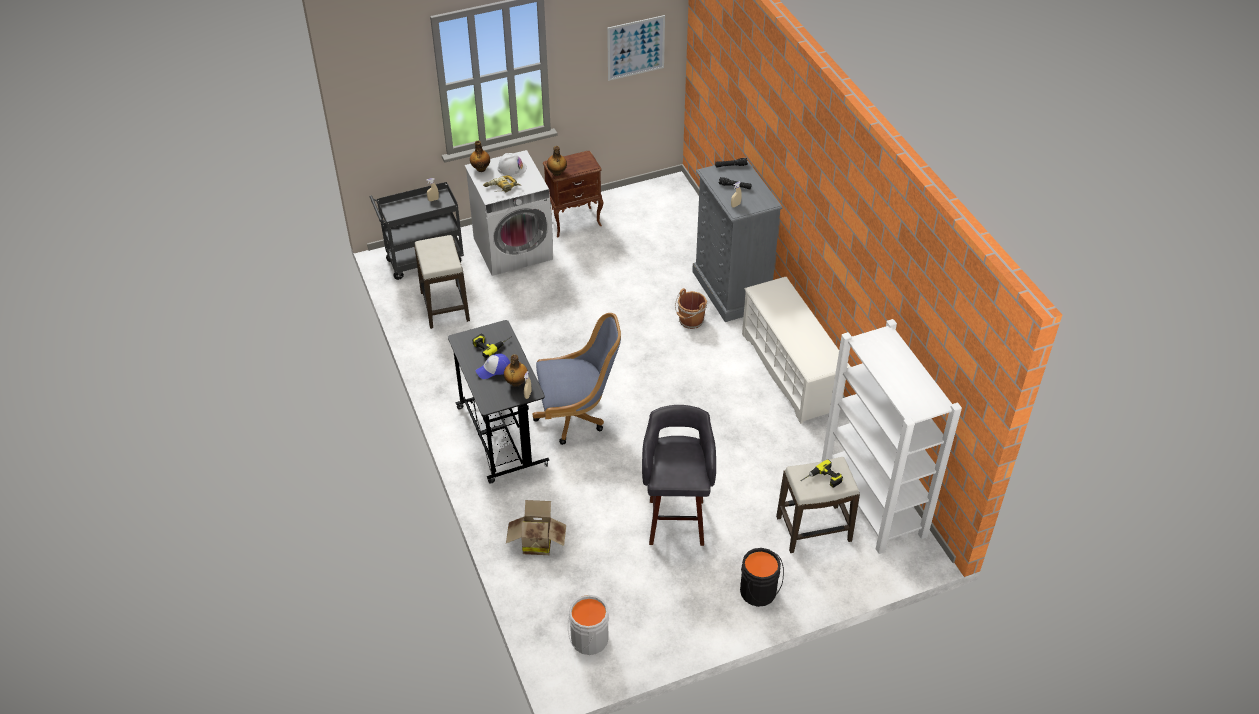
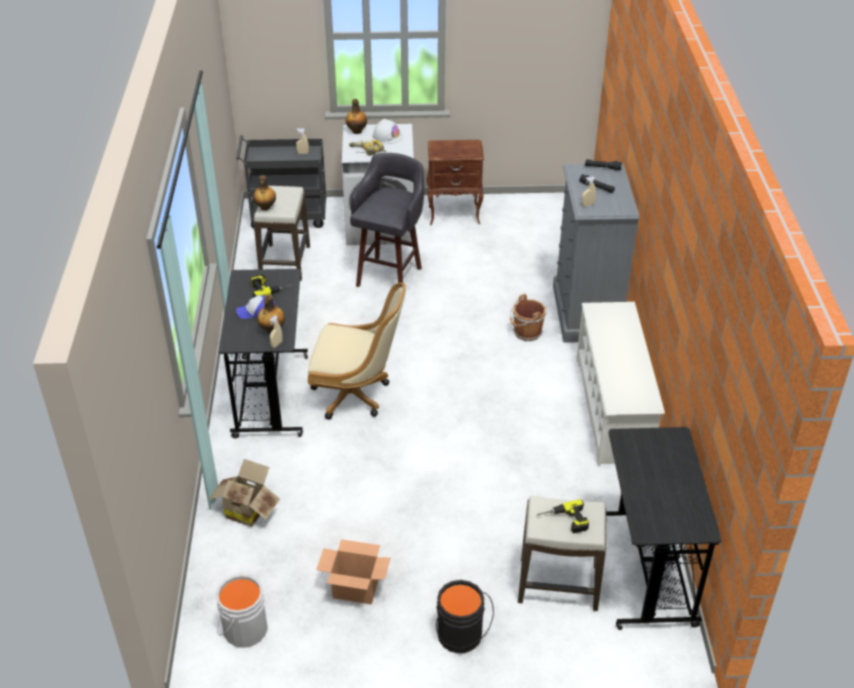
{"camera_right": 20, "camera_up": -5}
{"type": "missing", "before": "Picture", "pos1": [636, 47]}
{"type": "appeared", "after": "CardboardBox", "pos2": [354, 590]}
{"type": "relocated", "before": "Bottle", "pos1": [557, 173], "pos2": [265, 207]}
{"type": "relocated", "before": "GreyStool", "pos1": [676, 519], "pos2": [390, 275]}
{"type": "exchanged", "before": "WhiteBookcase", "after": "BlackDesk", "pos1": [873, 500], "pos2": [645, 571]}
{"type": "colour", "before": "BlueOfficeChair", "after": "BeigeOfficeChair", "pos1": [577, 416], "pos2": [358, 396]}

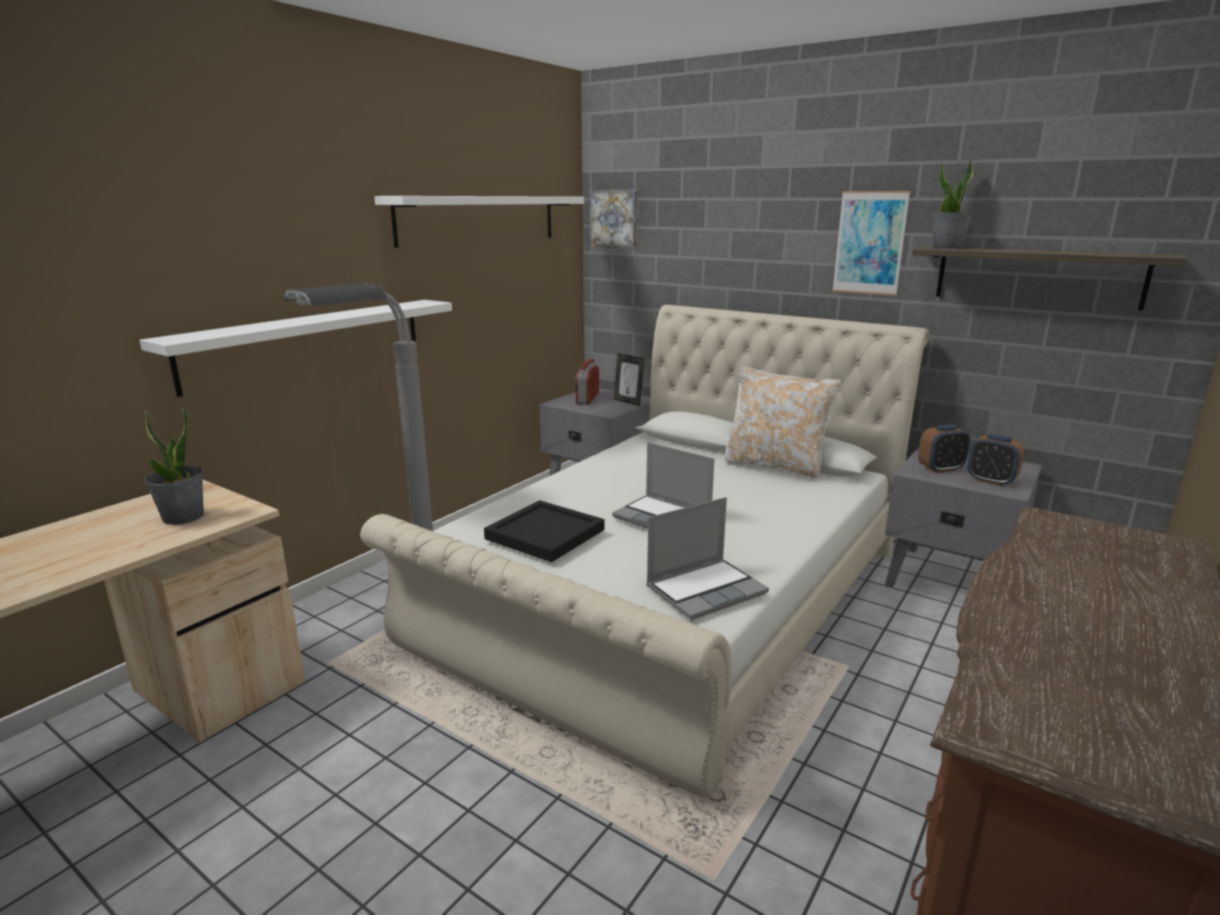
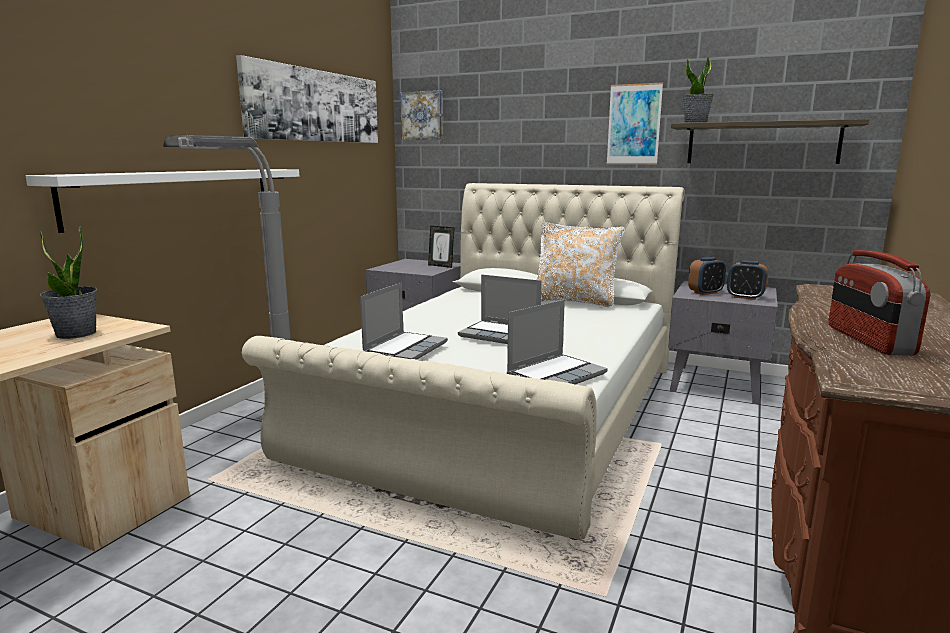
{"camera_right": -10, "camera_up": -5}
{"type": "relocated", "before": "Radio", "pos1": [587, 399], "pos2": [868, 340]}
{"type": "exchanged", "before": "WhiteShelf", "after": "Picture", "pos1": [480, 219], "pos2": [315, 106]}
{"type": "exchanged", "before": "BlackTray", "after": "Laptop", "pos1": [545, 533], "pos2": [405, 348]}

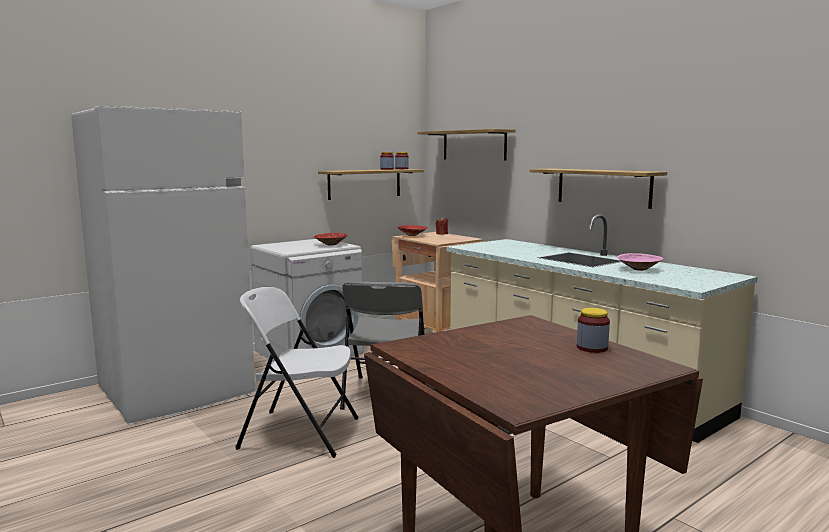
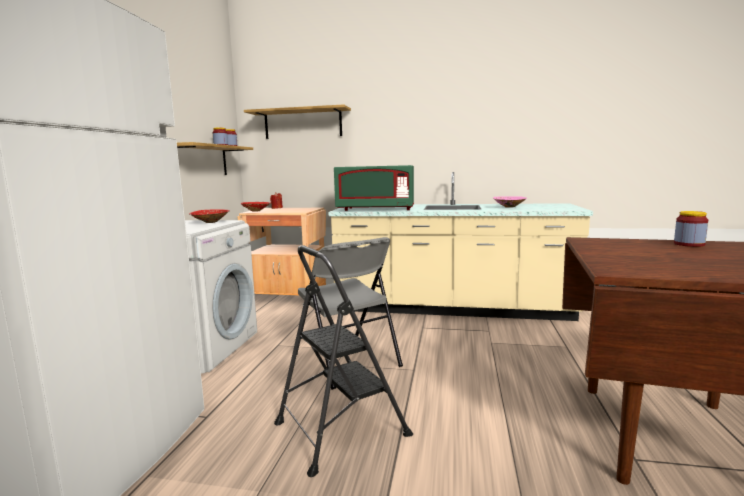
{"camera_right": -40, "camera_up": 0}
{"type": "missing", "before": "Shelf", "pos1": [603, 187]}
{"type": "appeared", "after": "GreenMicrowave", "pos2": [376, 209]}
{"type": "exchanged", "before": "WhiteChair", "after": "BlackStepLadder", "pos1": [300, 433], "pos2": [337, 429]}

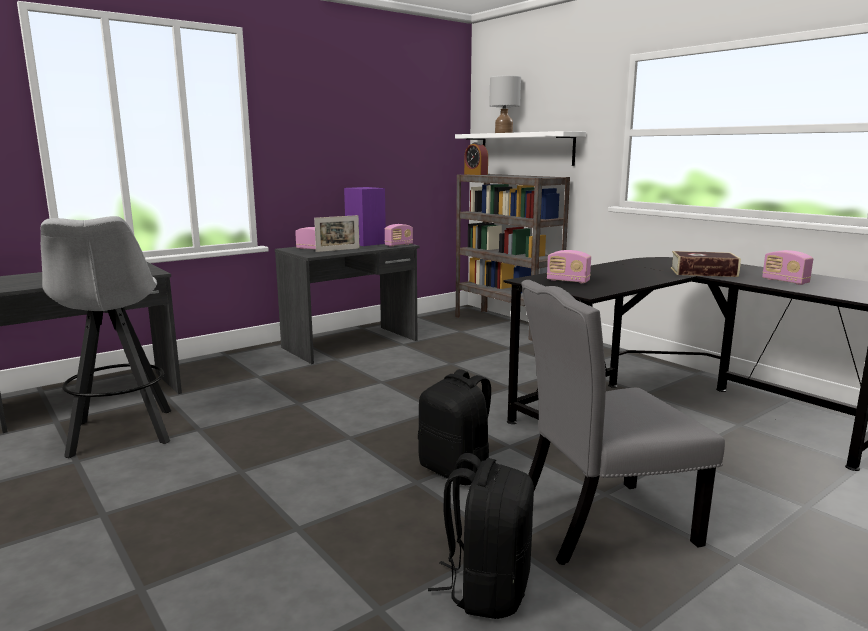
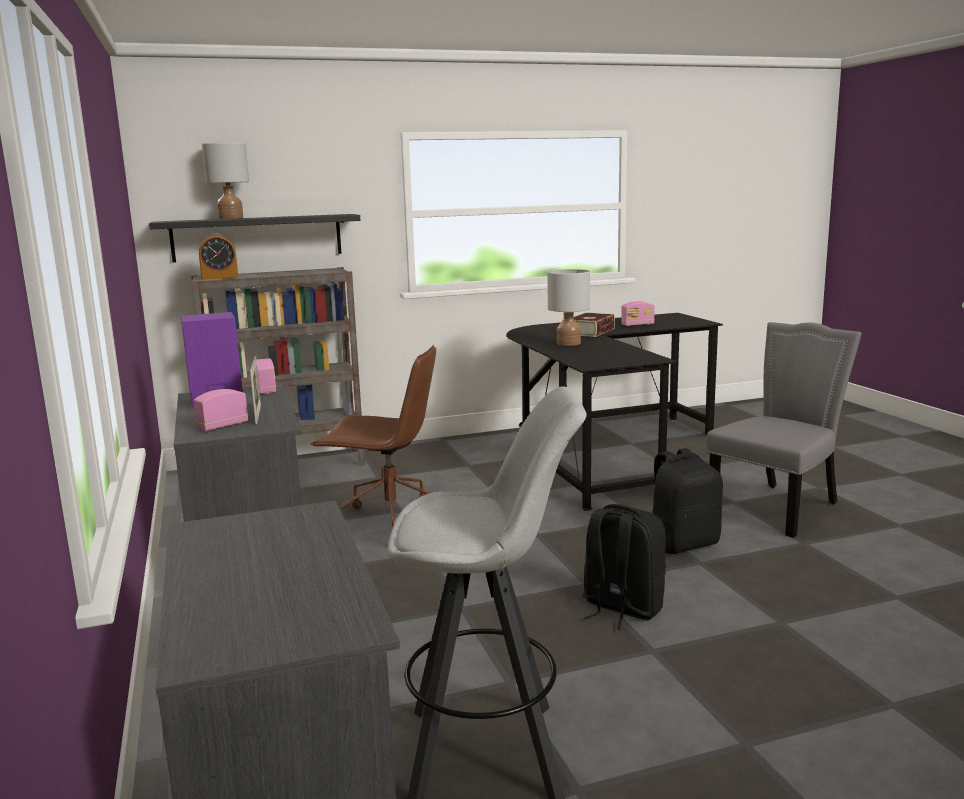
{"camera_right": -70, "camera_up": 0}
{"type": "missing", "before": "Radio", "pos1": [568, 281]}
{"type": "appeared", "after": "BrownOfficeChair", "pos2": [386, 523]}
{"type": "appeared", "after": "GreyTableLamp", "pos2": [569, 343]}
{"type": "relocated", "before": "BlackBackpack", "pos1": [487, 589], "pos2": [621, 608]}
{"type": "colour", "before": "WhiteShelf", "after": "BlackShelf", "pos1": [526, 149], "pos2": [257, 237]}
{"type": "spun", "before": "GreyChair", "pos1": [605, 523], "pos2": [775, 509], "turn": -135}

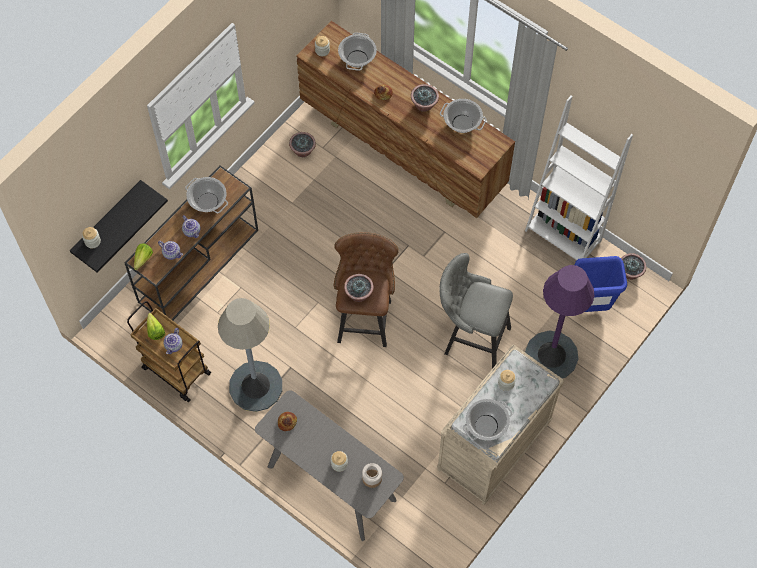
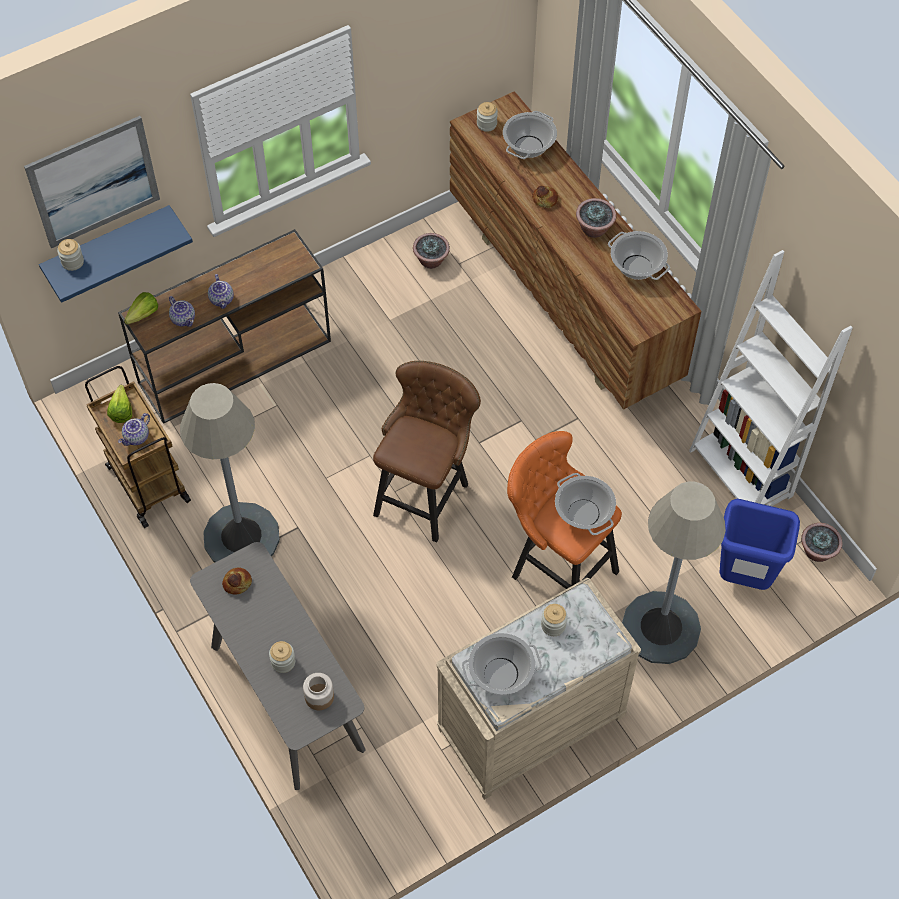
{"camera_right": 20, "camera_up": -5}
{"type": "missing", "before": "PottedPlant", "pos1": [358, 294]}
{"type": "appeared", "after": "Picture", "pos2": [94, 182]}
{"type": "relocated", "before": "CookingPot", "pos1": [208, 202], "pos2": [584, 513]}
{"type": "colour", "before": "BlackShelf", "after": "BlueShelf", "pos1": [107, 221], "pos2": [108, 247]}
{"type": "colour", "before": "GreyStool", "after": "OrangeStool", "pos1": [469, 338], "pos2": [555, 567]}
{"type": "colour", "before": "PurpleFloorLamp", "after": "GreyFloorLamp", "pos1": [551, 356], "pos2": [660, 628]}

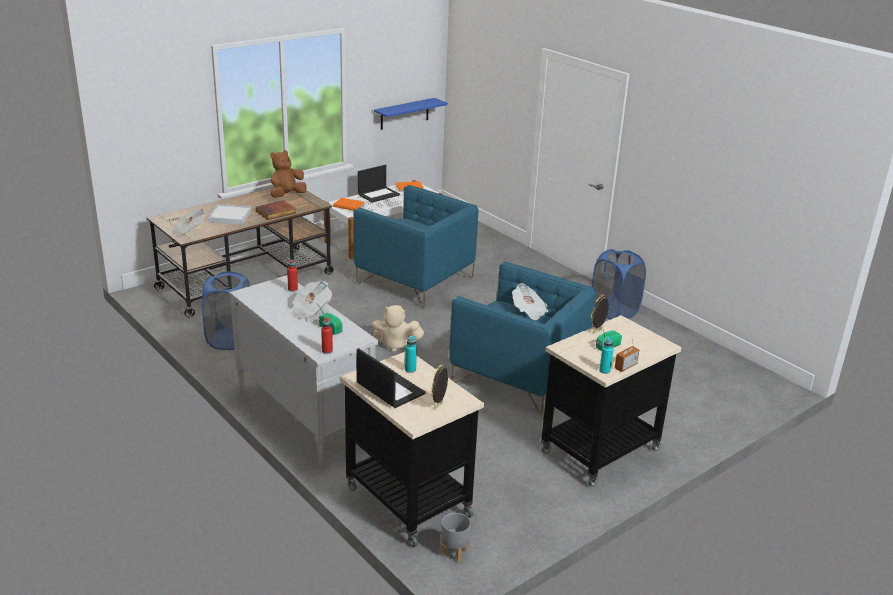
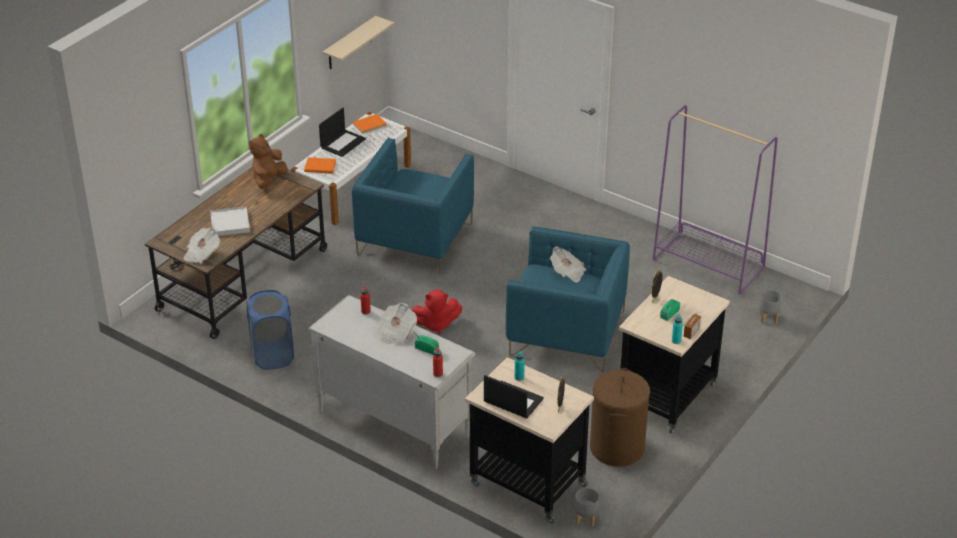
{"camera_right": -15, "camera_up": 10}
{"type": "missing", "before": "Book", "pos1": [276, 212]}
{"type": "missing", "before": "BlueLaundryBasket", "pos1": [614, 311]}
{"type": "appeared", "after": "BrownLaundryBasket", "pos2": [617, 448]}
{"type": "appeared", "after": "PurpleClothesRack", "pos2": [708, 264]}
{"type": "appeared", "after": "GreyPlanter", "pos2": [768, 318]}
{"type": "colour", "before": "BeigePlushToy", "after": "RedPlushToy", "pos1": [396, 344], "pos2": [436, 324]}
{"type": "colour", "before": "BlueShelf", "after": "BeigeShelf", "pos1": [404, 114], "pos2": [350, 44]}
{"type": "spun", "before": "BlueArmchair", "pos1": [414, 280], "pos2": [415, 239], "turn": 90}

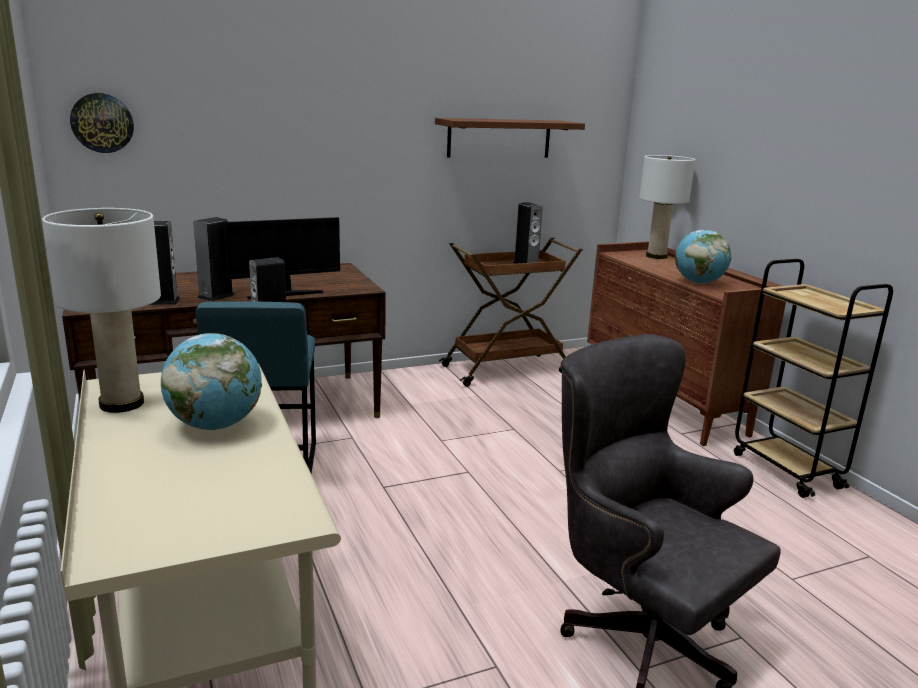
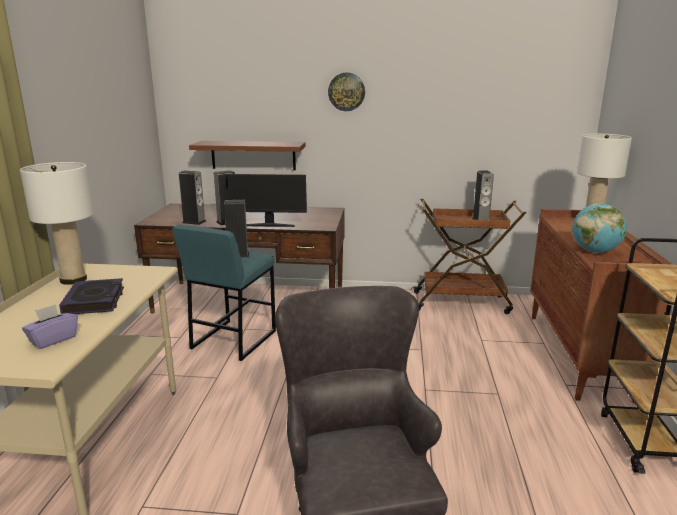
{"camera_right": 30, "camera_up": 0}
{"type": "appeared", "after": "PurpleTissueBox", "pos2": [53, 340]}
{"type": "relocated", "before": "WallClock", "pos1": [102, 123], "pos2": [346, 92]}
{"type": "relocated", "before": "BrownShelf", "pos1": [499, 138], "pos2": [253, 155]}
{"type": "exchanged", "before": "Globe", "after": "Book", "pos1": [215, 425], "pos2": [95, 301]}

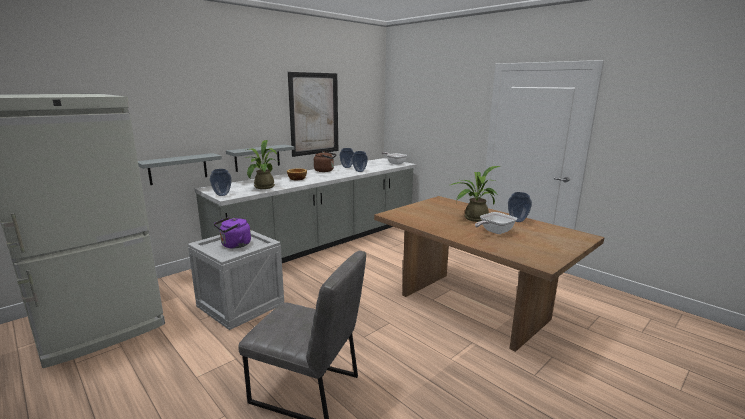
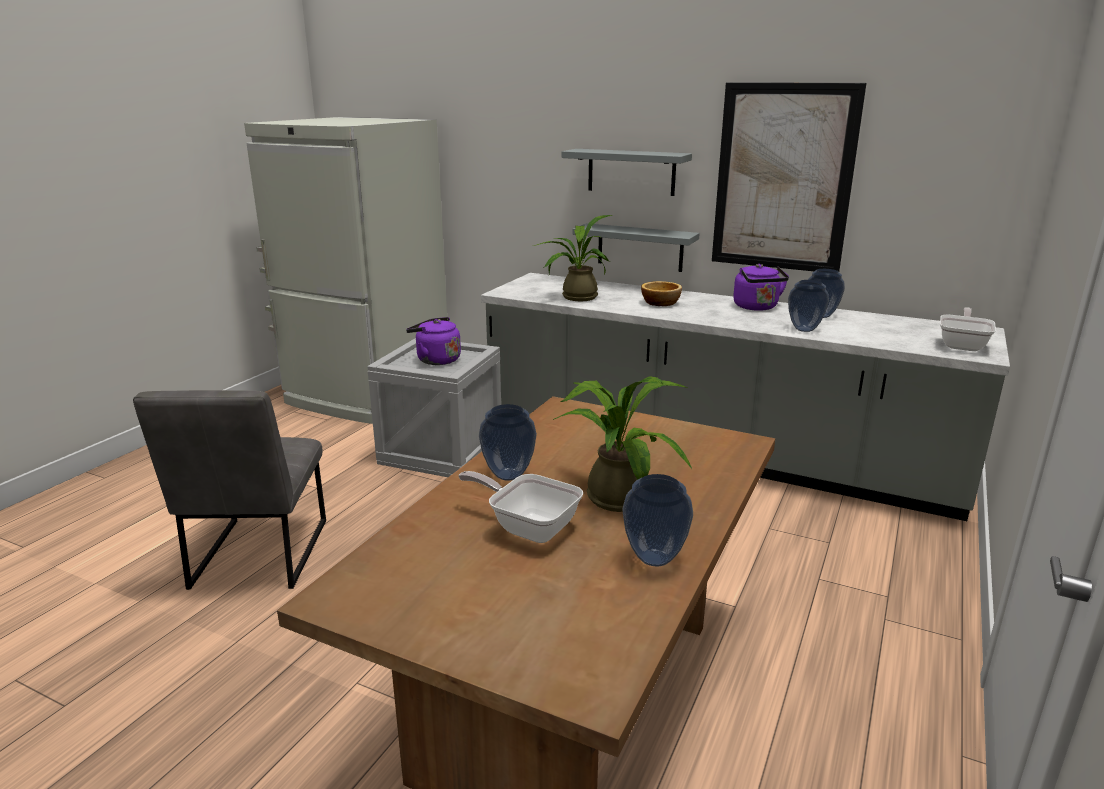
{"camera_right": 70, "camera_up": 5}
{"type": "relocated", "before": "GreyShelf", "pos1": [178, 169], "pos2": [631, 172]}
{"type": "relocated", "before": "Vase", "pos1": [222, 195], "pos2": [507, 475]}
{"type": "colour", "before": "BrownKettle", "after": "PurpleKettle", "pos1": [325, 170], "pos2": [757, 307]}

